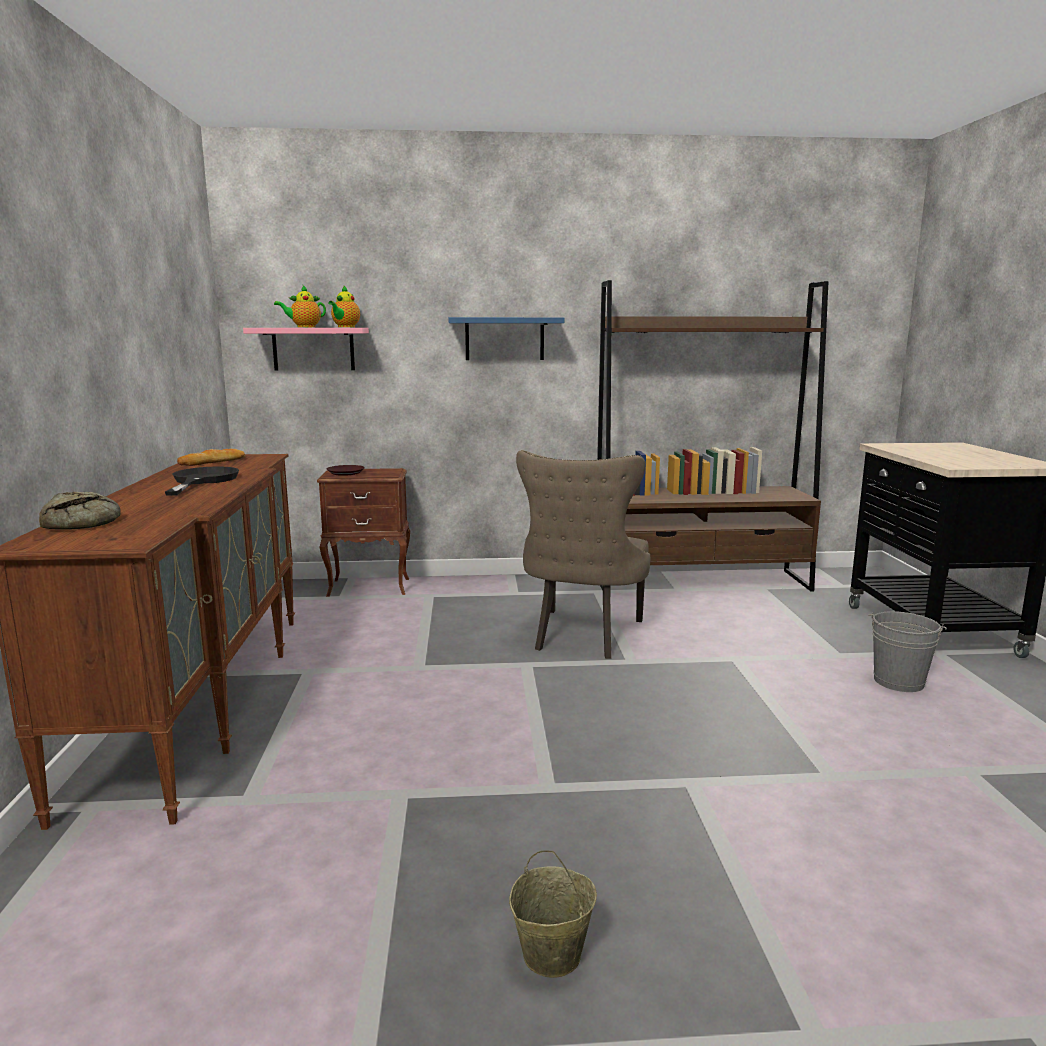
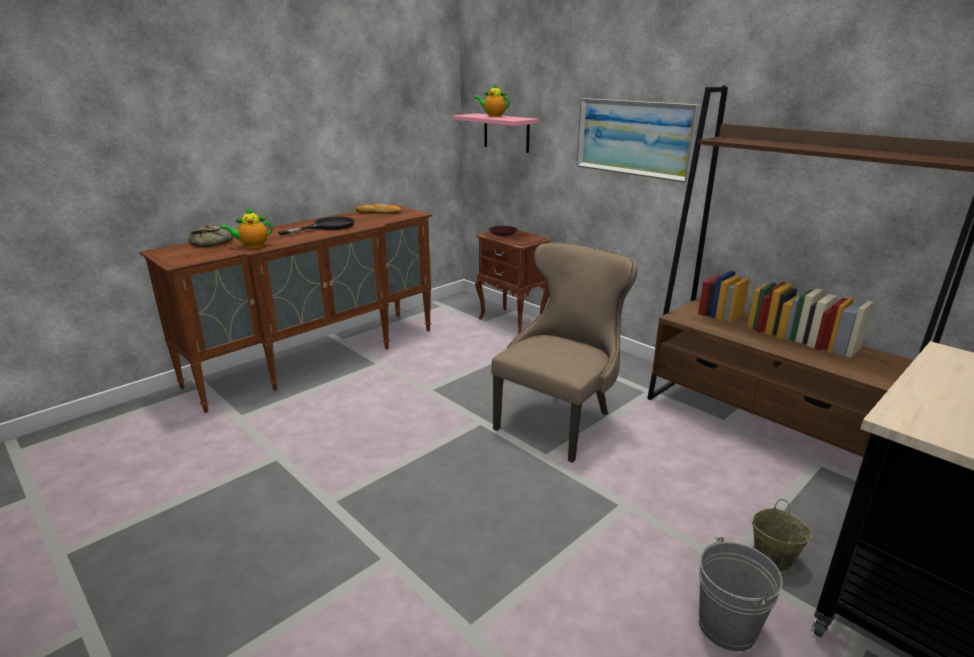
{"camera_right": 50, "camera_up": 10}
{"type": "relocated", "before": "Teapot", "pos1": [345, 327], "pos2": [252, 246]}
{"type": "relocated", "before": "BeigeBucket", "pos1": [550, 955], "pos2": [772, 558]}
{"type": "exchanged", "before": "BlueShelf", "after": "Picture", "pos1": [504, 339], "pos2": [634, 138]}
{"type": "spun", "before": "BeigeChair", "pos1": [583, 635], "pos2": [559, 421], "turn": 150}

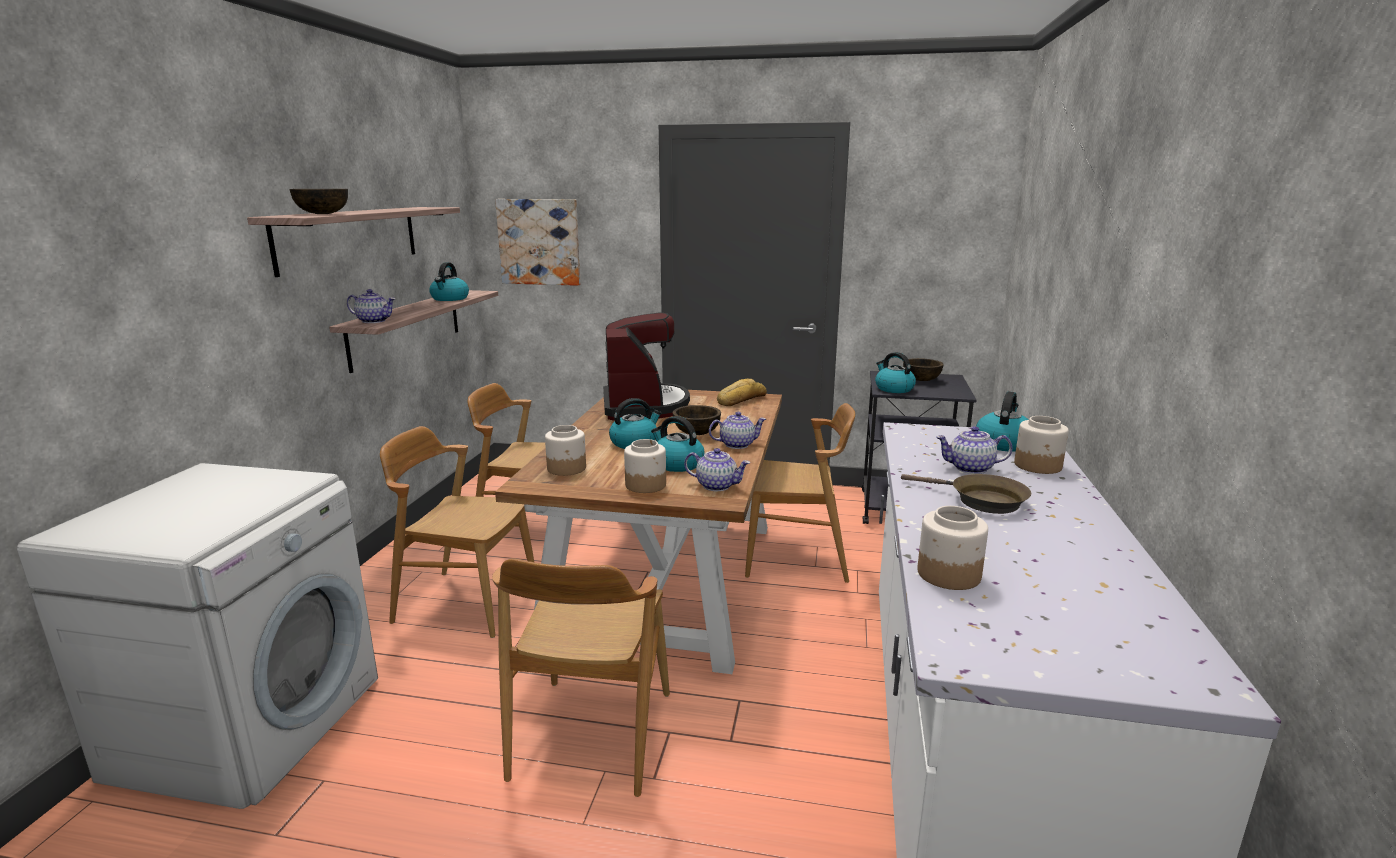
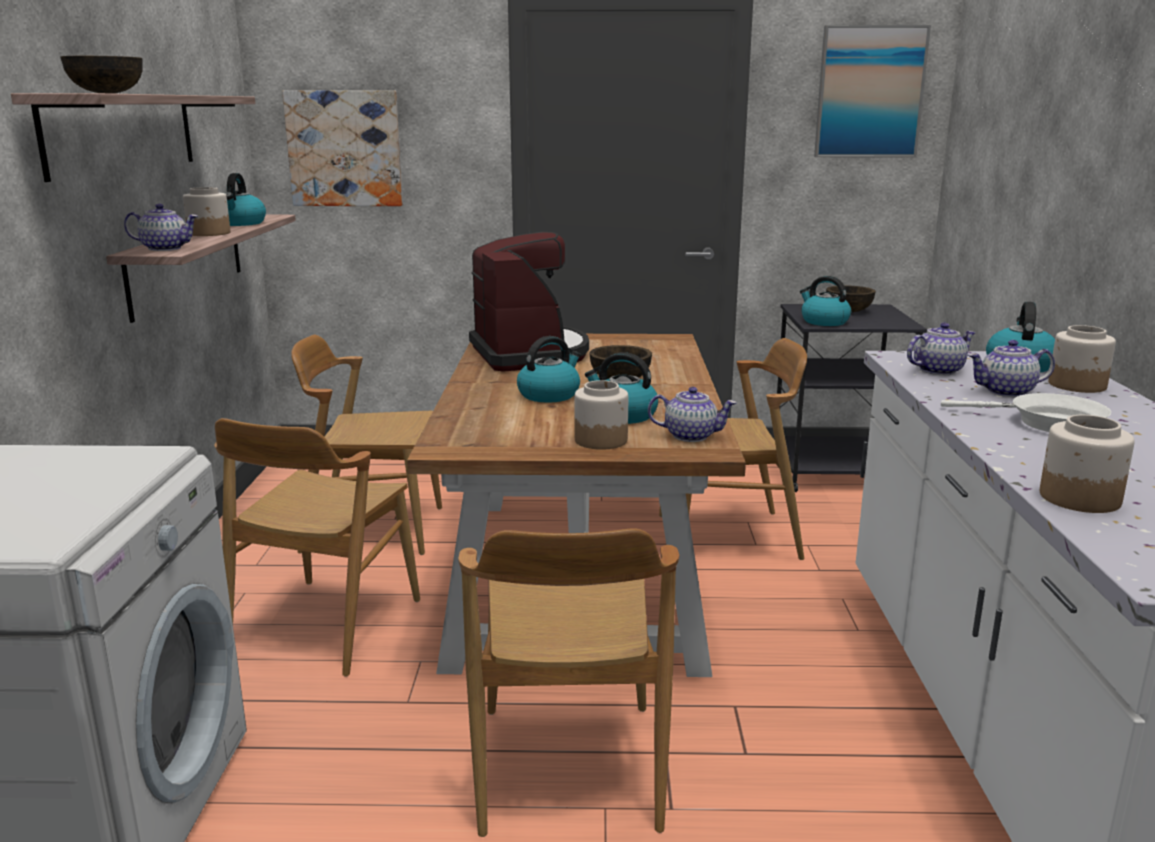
{"camera_right": -10, "camera_up": 0}
{"type": "missing", "before": "Bread", "pos1": [740, 399]}
{"type": "appeared", "after": "Picture", "pos2": [869, 92]}
{"type": "relocated", "before": "Jar", "pos1": [567, 468], "pos2": [209, 233]}
{"type": "relocated", "before": "Teapot", "pos1": [737, 444], "pos2": [938, 370]}
{"type": "colour", "before": "BrownFryingPan", "after": "WhiteFryingPan", "pos1": [981, 500], "pos2": [1047, 423]}
{"type": "spun", "before": "BrownChair", "pos1": [466, 602], "pos2": [325, 625], "turn": -75}

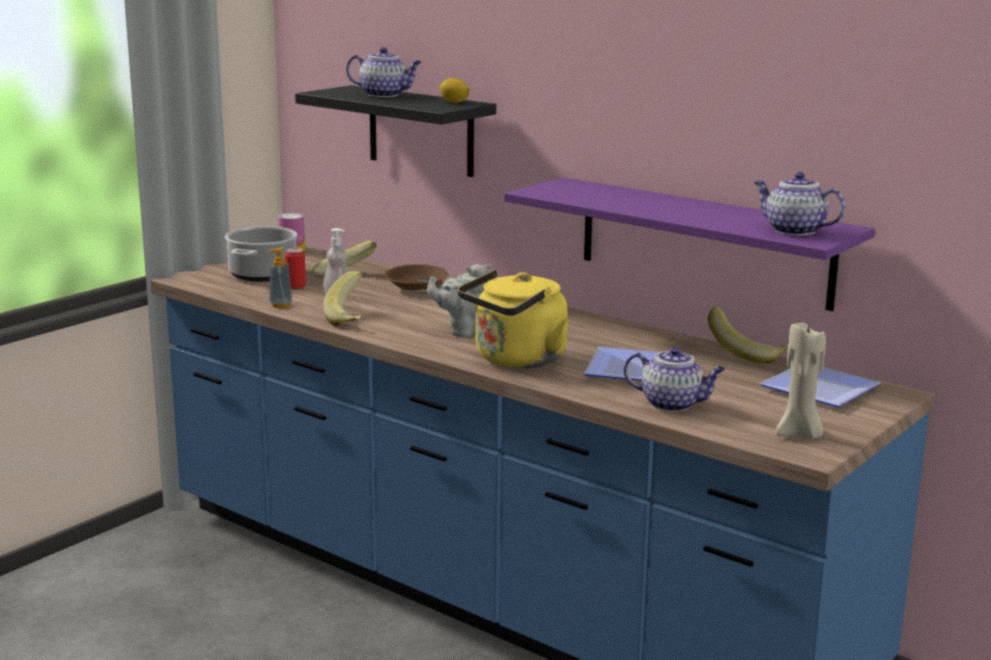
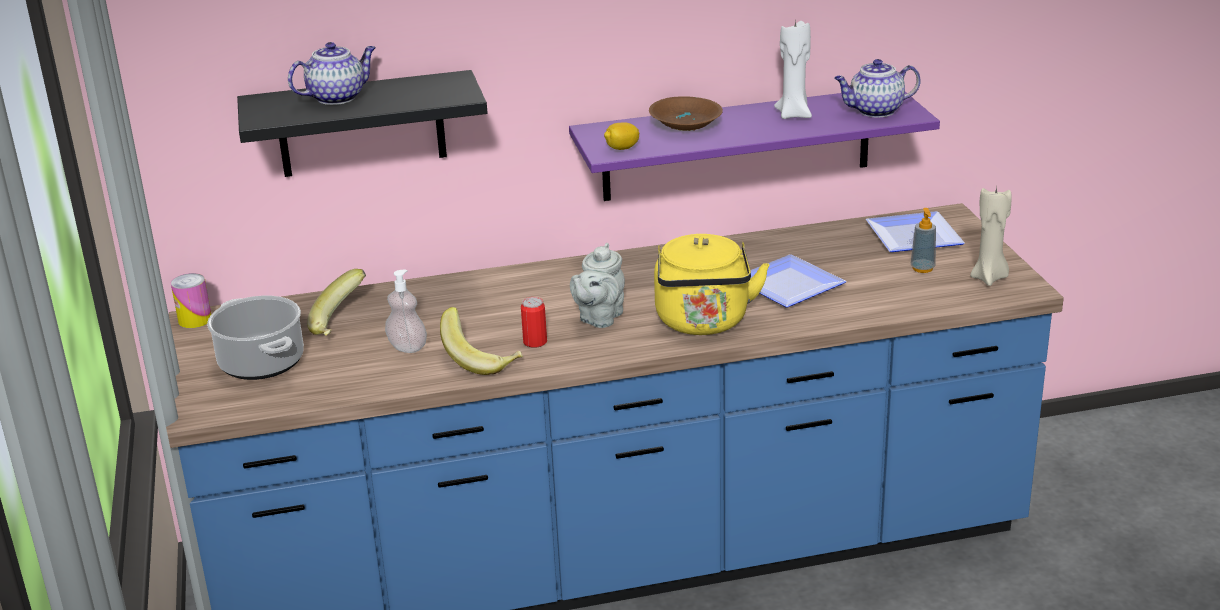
{"camera_right": -50, "camera_up": 10}
{"type": "missing", "before": "Teapot", "pos1": [673, 404]}
{"type": "missing", "before": "Banana", "pos1": [747, 354]}
{"type": "appeared", "after": "WhiteCandle", "pos2": [794, 114]}
{"type": "relocated", "before": "SoapDispenser", "pos1": [280, 305], "pos2": [922, 268]}
{"type": "relocated", "before": "Can", "pos1": [295, 286], "pos2": [535, 342]}
{"type": "relocated", "before": "BrownBowl", "pos1": [418, 287], "pos2": [687, 125]}
{"type": "relocated", "before": "Lemon", "pos1": [454, 102], "pos2": [622, 148]}

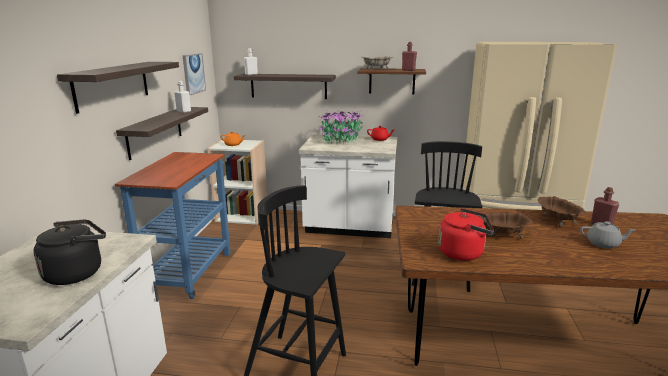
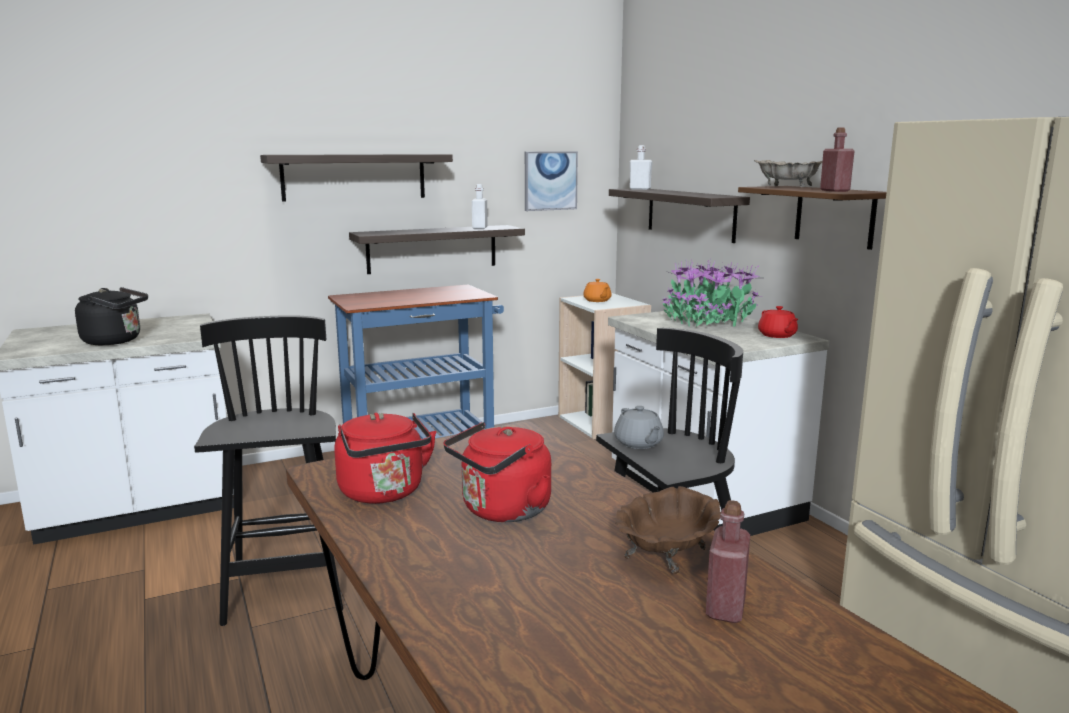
{"camera_right": 55, "camera_up": -5}
{"type": "relocated", "before": "GreyTeapot", "pos1": [603, 244], "pos2": [638, 443]}
{"type": "exchanged", "before": "BrownBowl", "after": "RedKettle", "pos1": [502, 235], "pos2": [502, 511]}

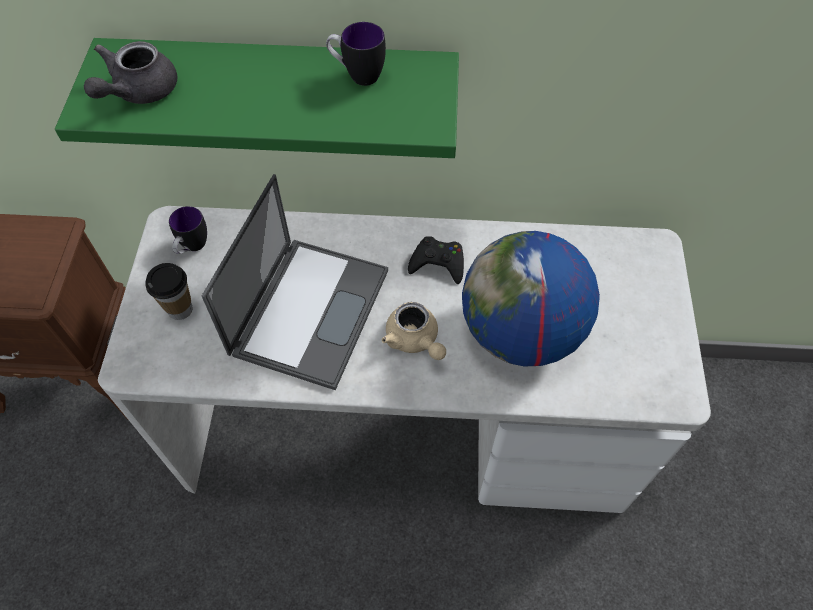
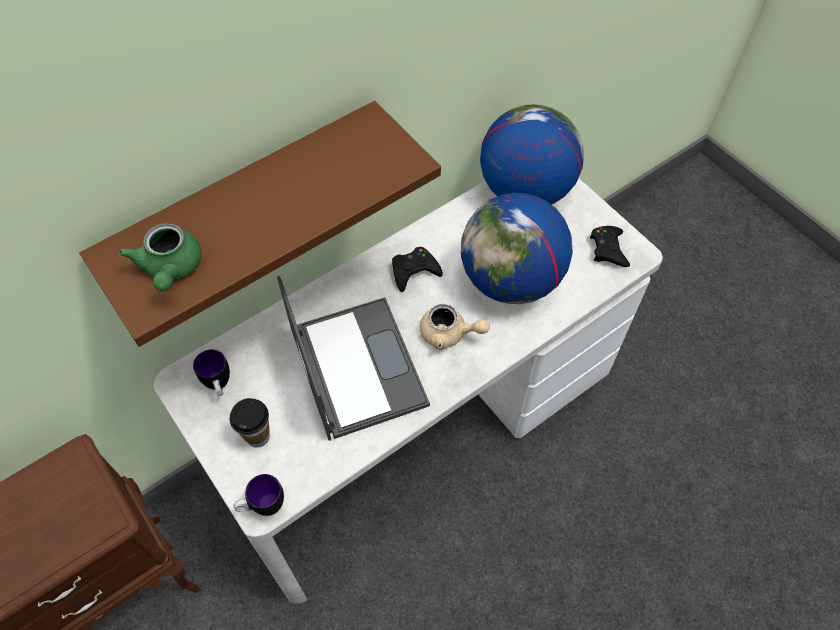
{"camera_right": -40, "camera_up": 0}
{"type": "appeared", "after": "Globe", "pos2": [525, 190]}
{"type": "appeared", "after": "BlackGameController", "pos2": [608, 249]}
{"type": "relocated", "before": "Mug", "pos1": [357, 75], "pos2": [263, 507]}
{"type": "colour", "before": "GreenShelf", "after": "BrownShelf", "pos1": [283, 88], "pos2": [246, 204]}
{"type": "colour", "before": "GreyTeapot", "after": "GreenTeapot", "pos1": [138, 92], "pos2": [171, 269]}

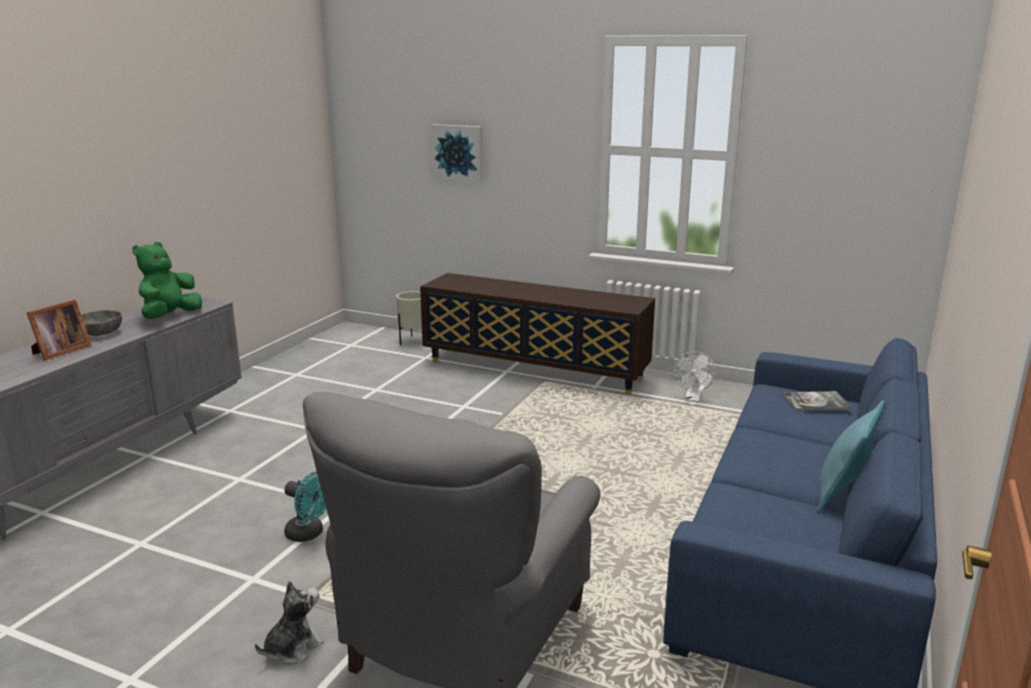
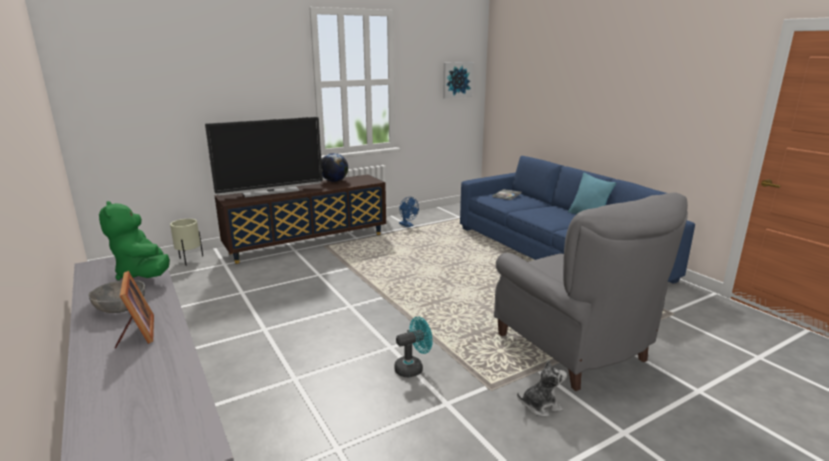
{"camera_right": -55, "camera_up": 0}
{"type": "appeared", "after": "Television", "pos2": [270, 192]}
{"type": "appeared", "after": "Globe", "pos2": [334, 181]}
{"type": "relocated", "before": "Picture", "pos1": [458, 153], "pos2": [457, 80]}
{"type": "colour", "before": "WhiteFan", "after": "BlueFan", "pos1": [693, 399], "pos2": [407, 225]}
{"type": "spun", "before": "PlushToy", "pos1": [292, 648], "pos2": [540, 406], "turn": 90}

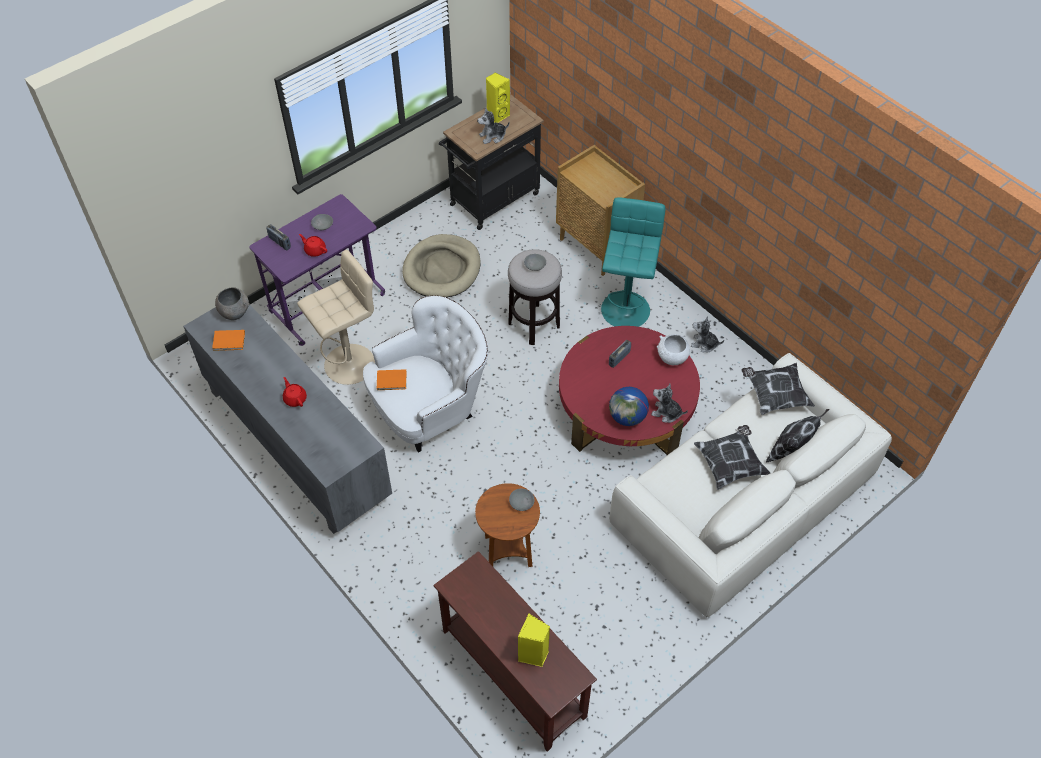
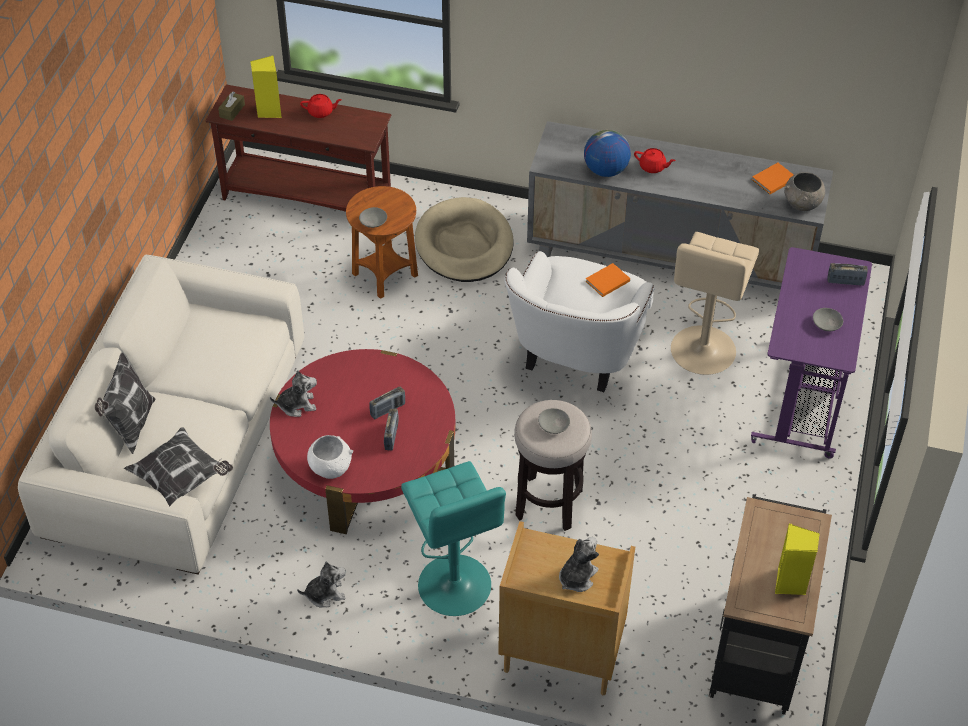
{"camera_right": 145, "camera_up": -5}
{"type": "missing", "before": "Pillow", "pos1": [730, 464]}
{"type": "appeared", "after": "BrownTissueBox", "pos2": [232, 111]}
{"type": "appeared", "after": "Radio", "pos2": [387, 410]}
{"type": "relocated", "before": "RedTeapot", "pos1": [315, 250], "pos2": [321, 112]}
{"type": "relocated", "before": "BeigeDogBed", "pos1": [442, 269], "pos2": [464, 244]}
{"type": "relocated", "before": "PlushToy", "pos1": [493, 136], "pos2": [577, 577]}
{"type": "relocated", "before": "Globe", "pos1": [627, 417], "pos2": [605, 170]}

